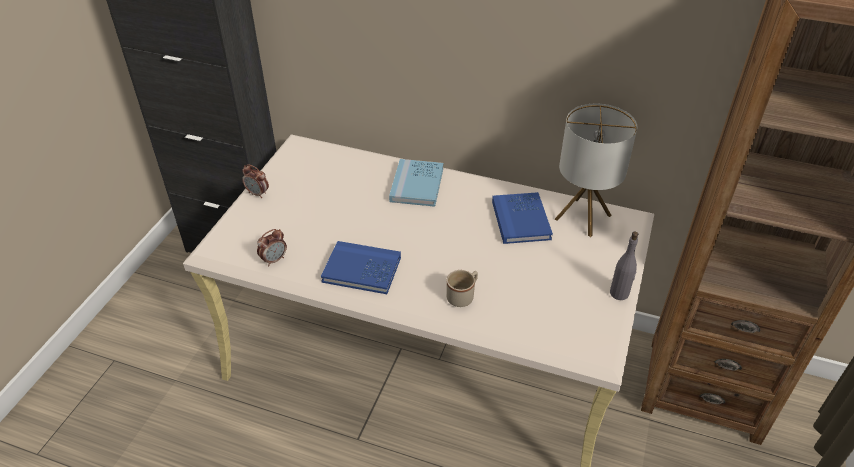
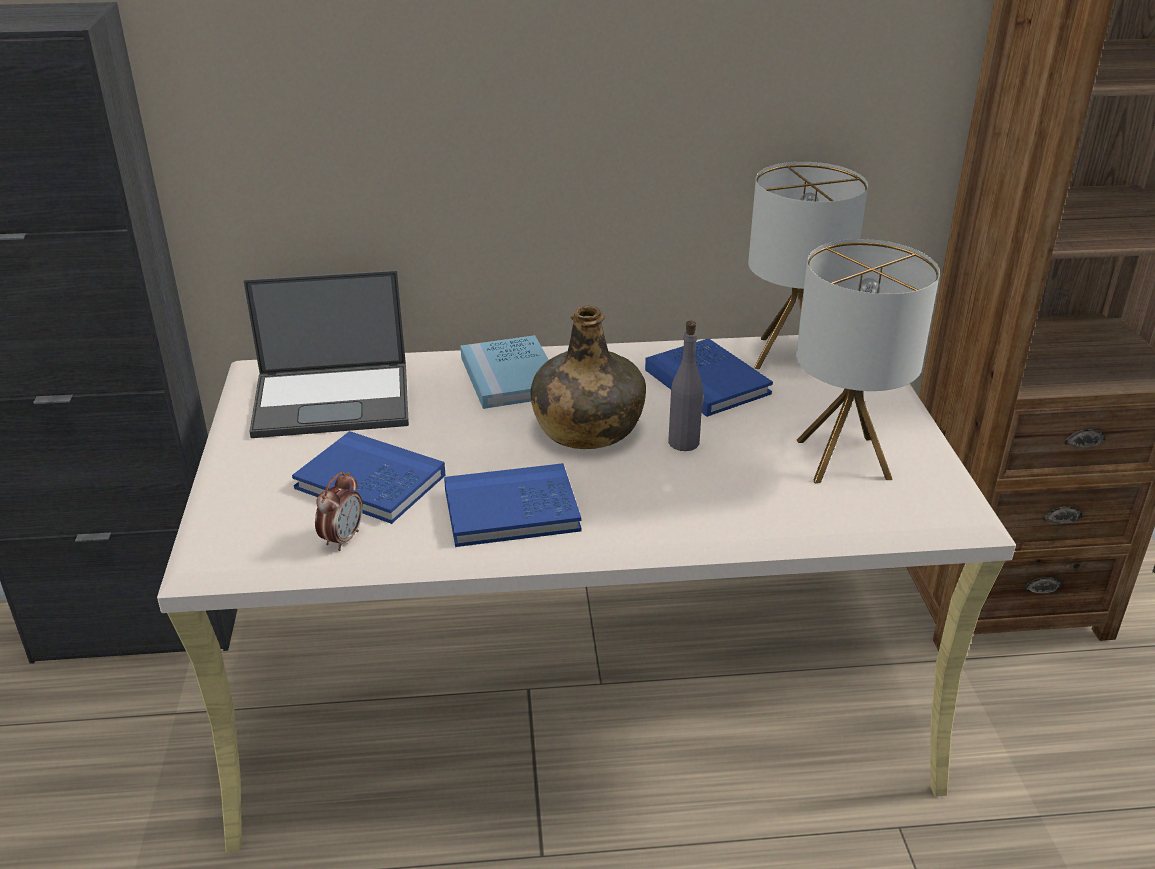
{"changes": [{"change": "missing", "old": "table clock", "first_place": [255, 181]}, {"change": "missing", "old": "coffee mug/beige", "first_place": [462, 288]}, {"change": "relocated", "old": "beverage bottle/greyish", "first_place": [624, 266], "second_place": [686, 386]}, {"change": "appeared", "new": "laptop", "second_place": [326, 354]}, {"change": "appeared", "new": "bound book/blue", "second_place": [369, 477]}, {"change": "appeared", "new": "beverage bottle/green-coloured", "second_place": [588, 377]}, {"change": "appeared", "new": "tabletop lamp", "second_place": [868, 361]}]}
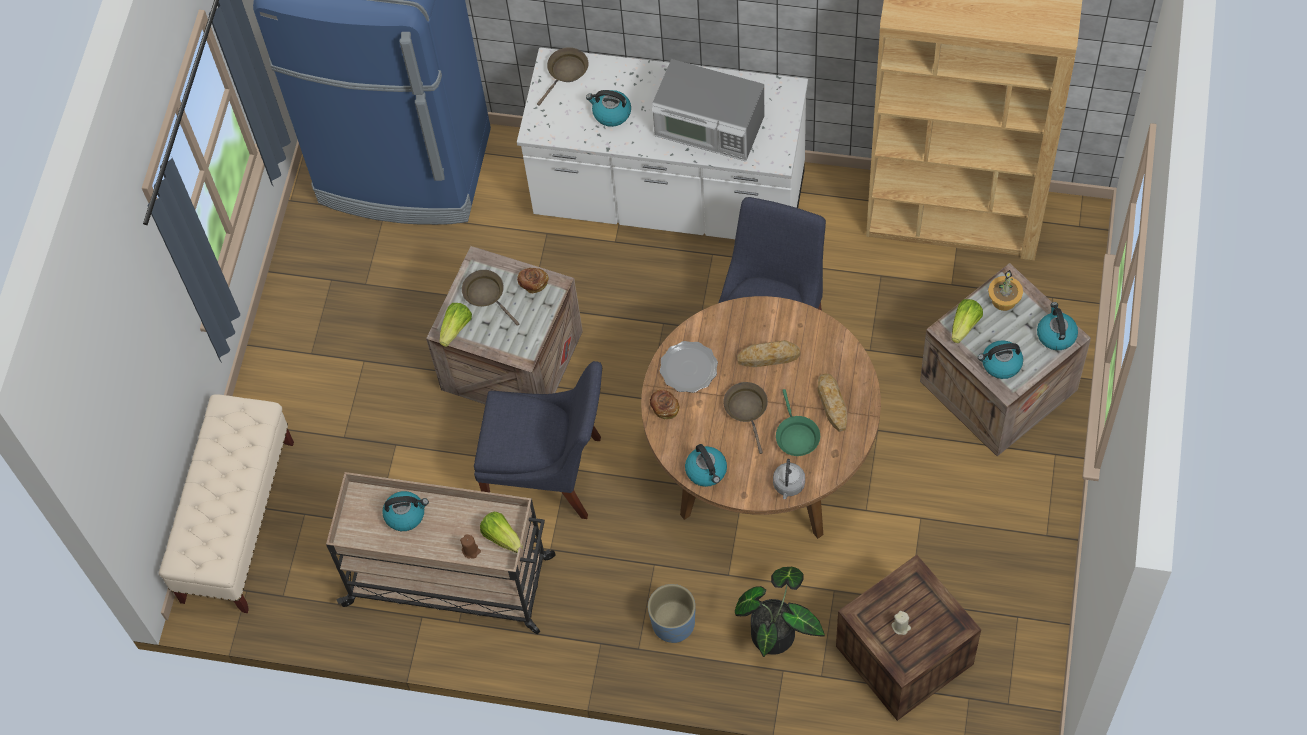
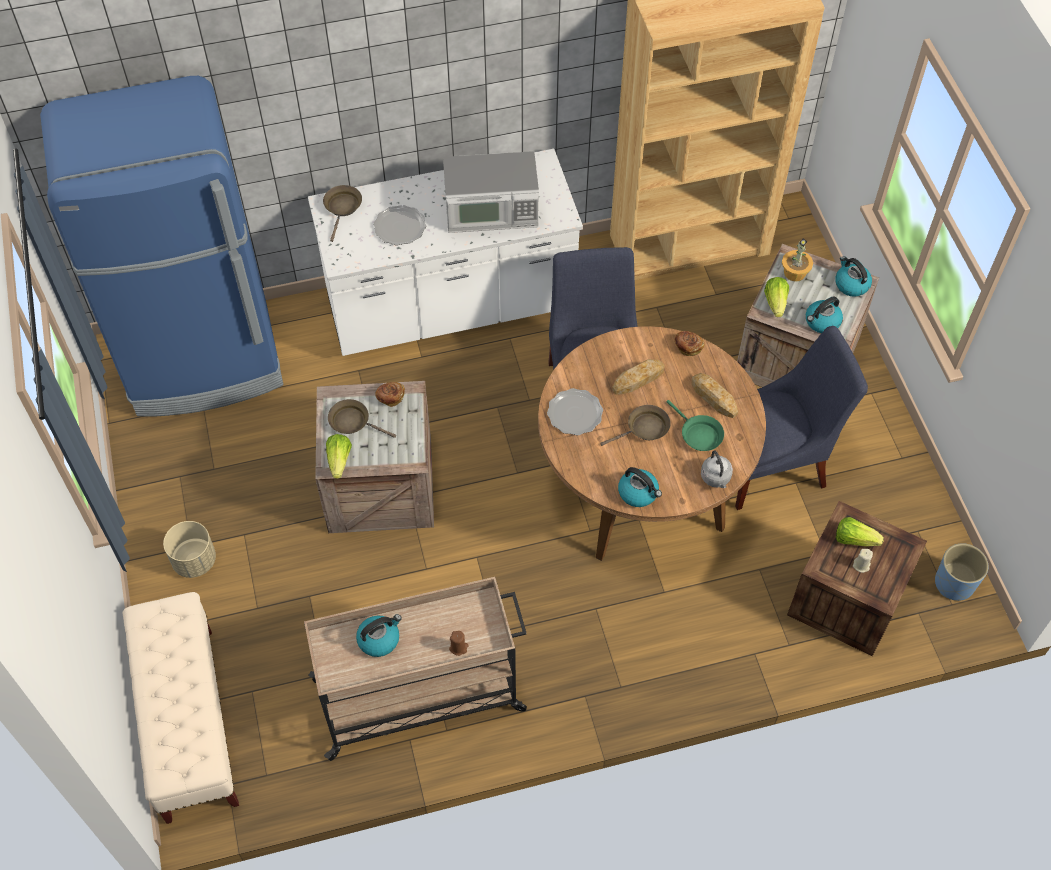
{"changes": [{"change": "relocated", "old": "plain chair/blue", "first_place": [538, 440], "second_place": [801, 418]}, {"change": "relocated", "old": "head of lettuce", "first_place": [501, 532], "second_place": [860, 531]}, {"change": "exchanged", "old": "tea kettle", "new": "flat dish", "first_place": [608, 108], "second_place": [399, 225]}, {"change": "relocated", "old": "flower pot/blue", "first_place": [671, 613], "second_place": [962, 572]}, {"change": "relocated", "old": "baked bread", "first_place": [665, 404], "second_place": [689, 343]}, {"change": "spun", "old": "skillet/brownish", "first_place": [745, 418], "second_place": [635, 425], "degrees": 105}, {"change": "missing", "old": "potted plant", "first_place": [780, 612]}, {"change": "appeared", "new": "flower pot/beige", "second_place": [189, 549]}]}
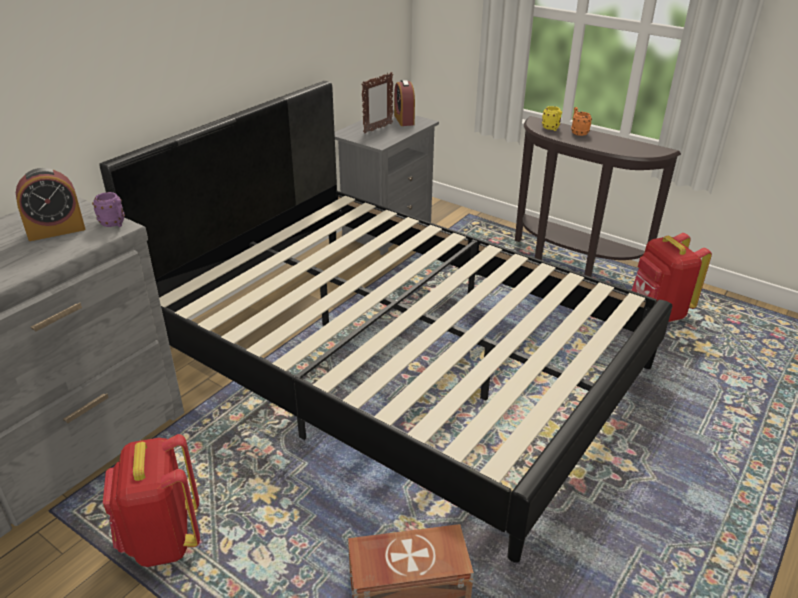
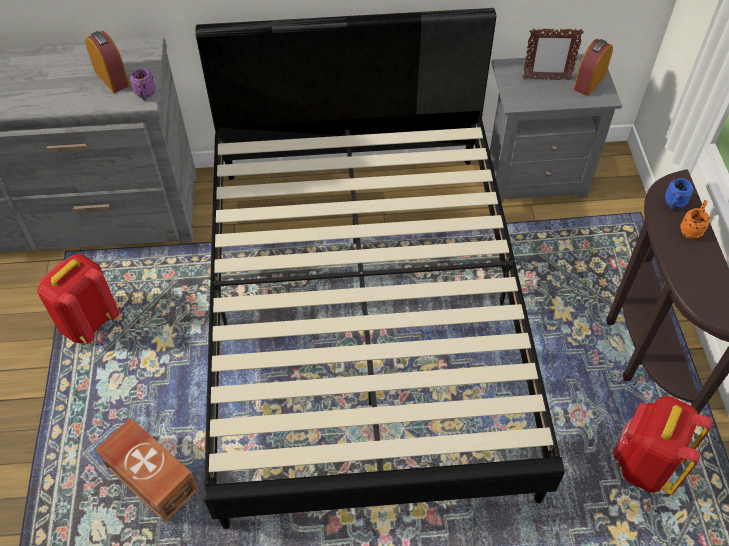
{"changes": [{"change": "spun", "old": "table clock", "first_place": [51, 204], "second_place": [107, 62], "degrees": -150}, {"change": "colour", "old": "coffee mug/yellow-coloured", "new": "coffee mug/blue", "first_place": [552, 118], "second_place": [679, 194]}]}
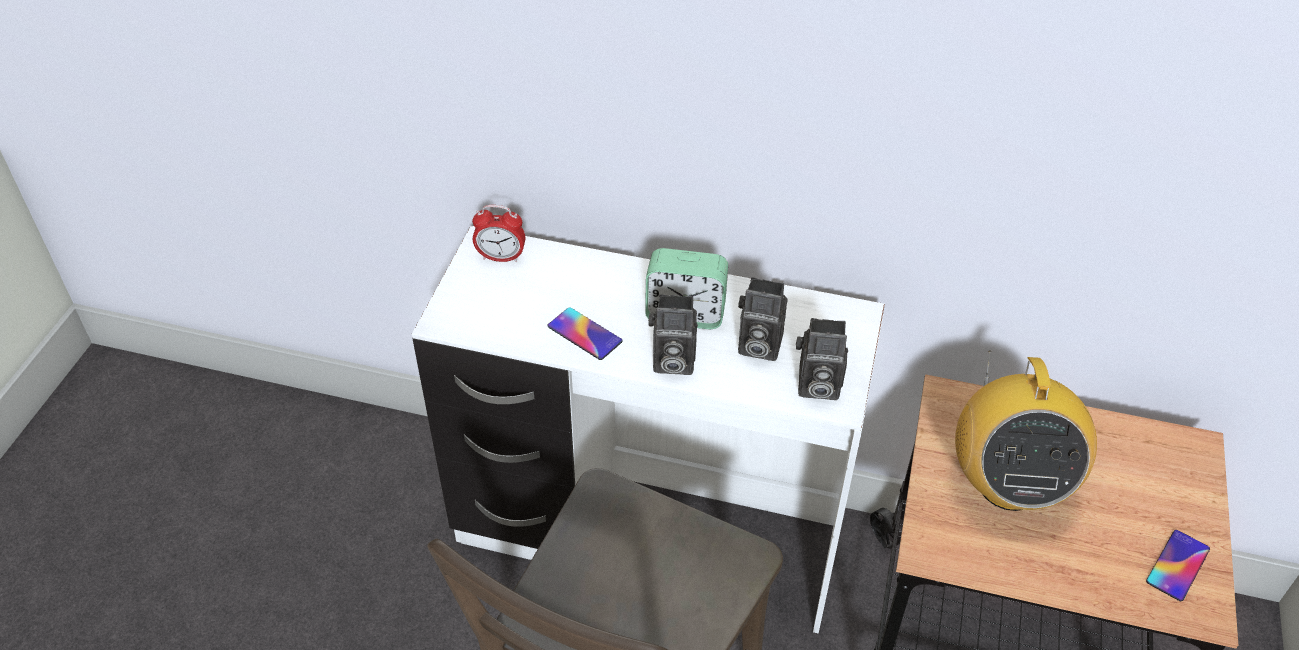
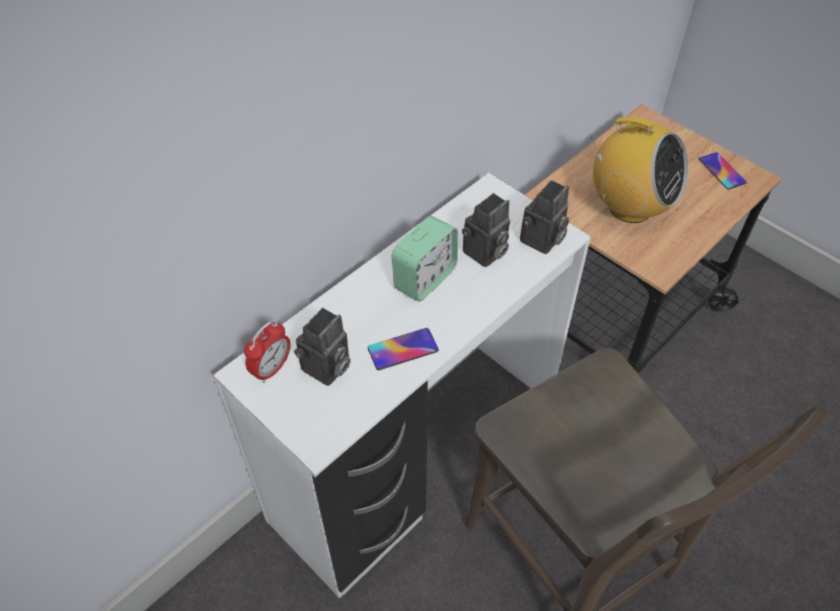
{"changes": [{"change": "relocated", "old": "photo camera", "first_place": [673, 334], "second_place": [322, 347]}]}
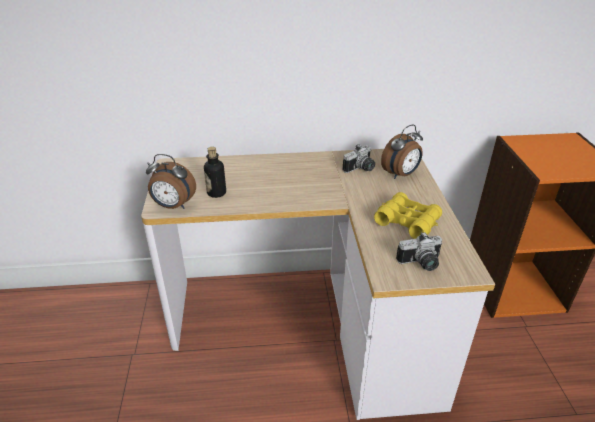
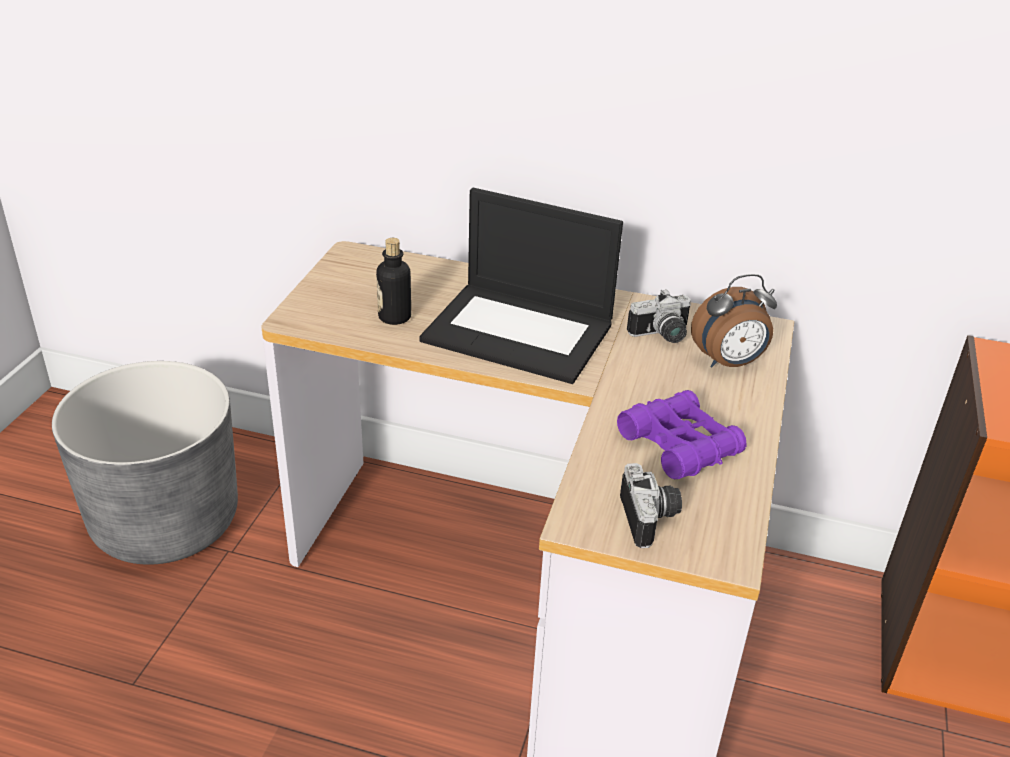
{"changes": [{"change": "missing", "old": "table clock", "first_place": [171, 181]}, {"change": "colour", "old": "field glasses/yellow-coloured", "new": "field glasses/purple-coloured", "first_place": [408, 215], "second_place": [681, 434]}, {"change": "spun", "old": "photo camera", "first_place": [419, 251], "second_place": [651, 505], "degrees": -105}, {"change": "appeared", "new": "flower pot/greyish", "second_place": [145, 463]}, {"change": "appeared", "new": "laptop", "second_place": [521, 286]}]}
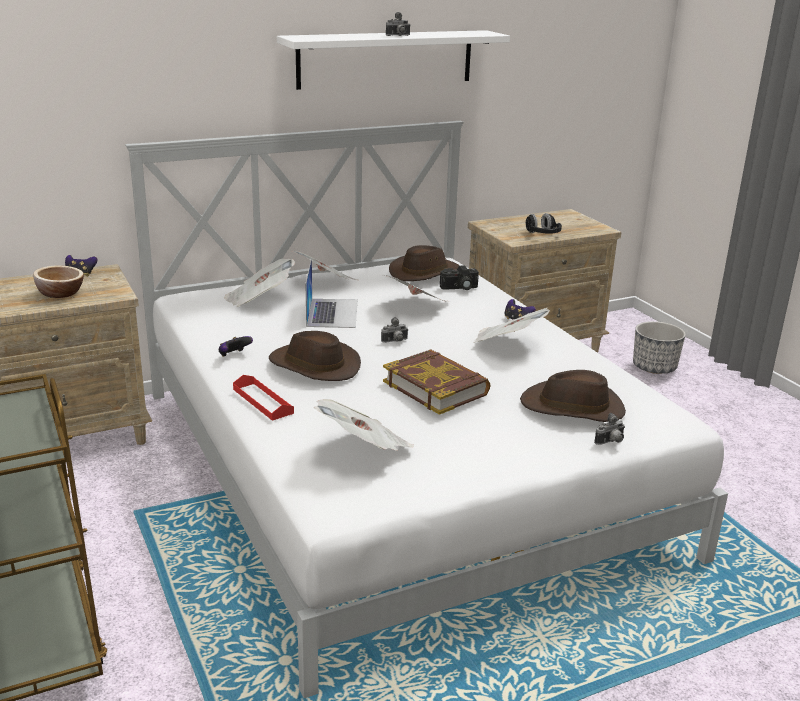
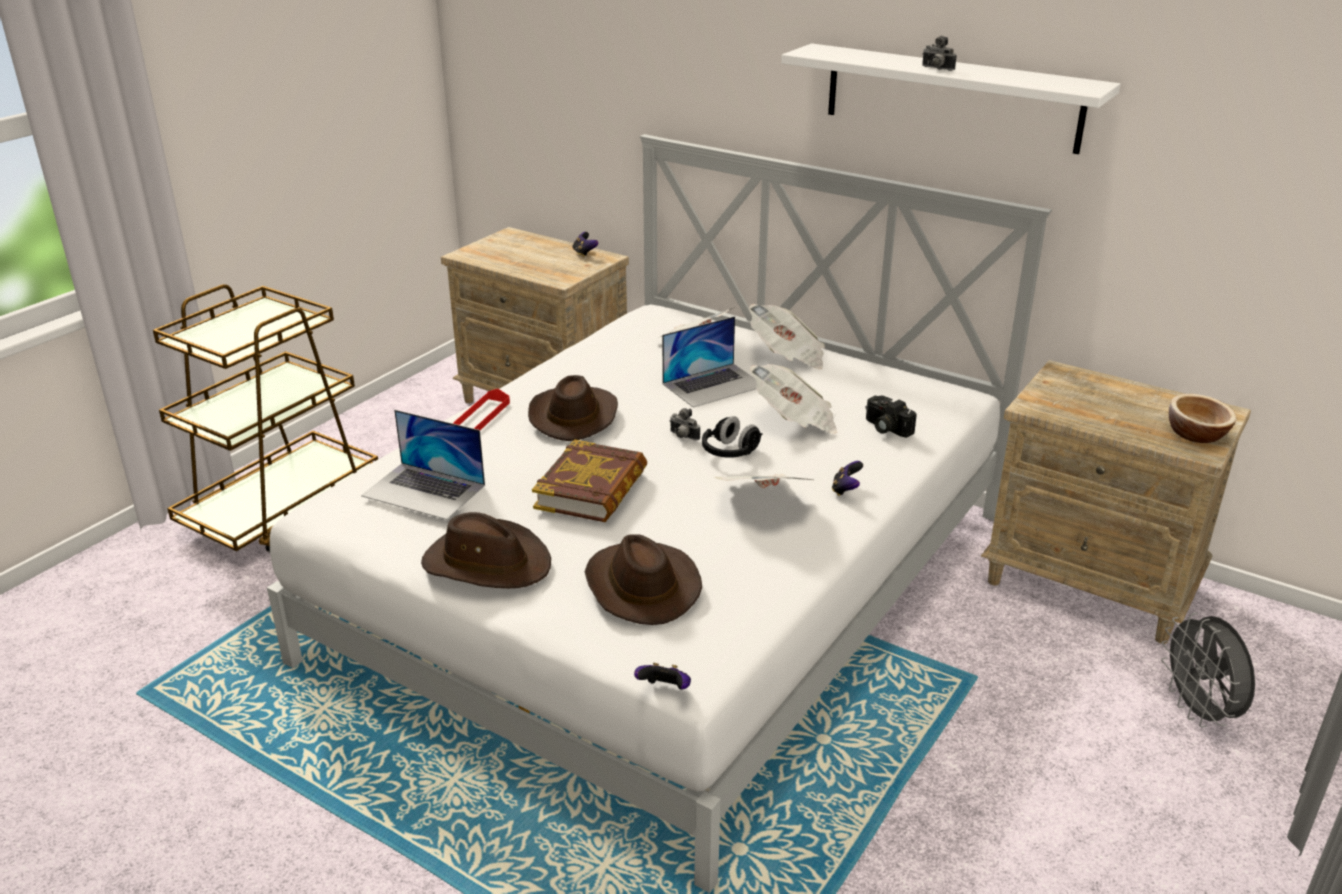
{"changes": [{"change": "relocated", "old": "bowl", "first_place": [58, 282], "second_place": [1202, 418]}, {"change": "relocated", "old": "game controller", "first_place": [236, 346], "second_place": [662, 676]}, {"change": "exchanged", "old": "printed paper", "new": "laptop", "first_place": [364, 424], "second_place": [423, 465]}, {"change": "relocated", "old": "clothing hat/brownish", "first_place": [424, 263], "second_place": [486, 550]}, {"change": "relocated", "old": "headset/blackish", "first_place": [544, 223], "second_place": [732, 437]}, {"change": "missing", "old": "photo camera", "first_place": [609, 429]}, {"change": "exchanged", "old": "flower pot", "new": "electric fan/greyish", "first_place": [659, 347], "second_place": [1208, 670]}]}
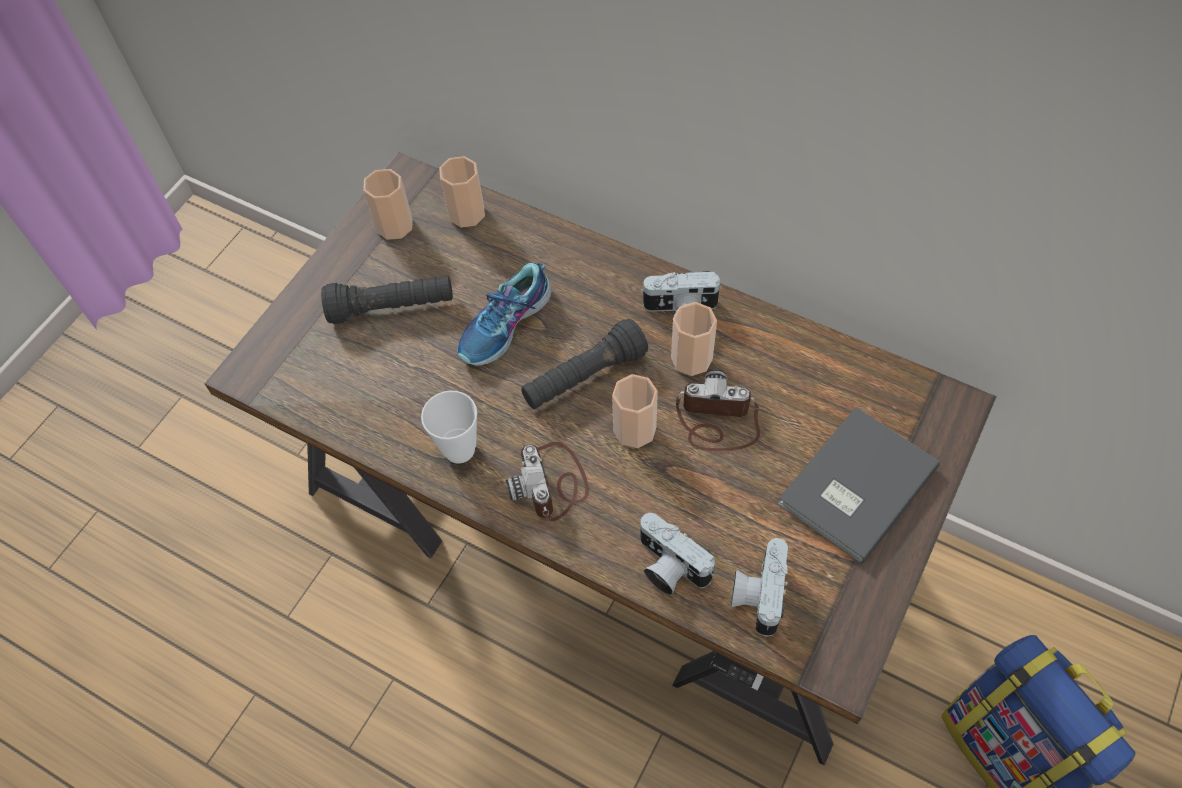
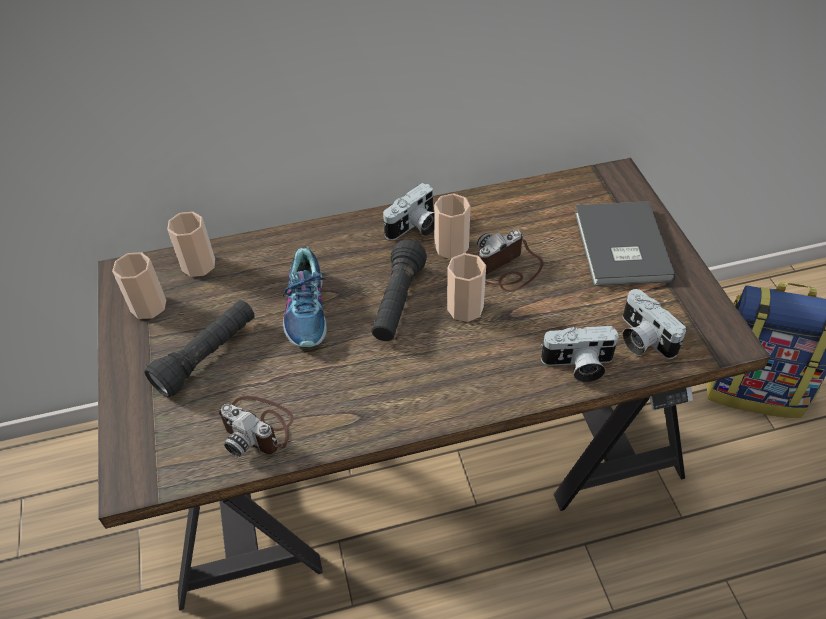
{"changes": [{"change": "missing", "old": "drinking cup", "first_place": [449, 427]}, {"change": "relocated", "old": "photo camera", "first_place": [547, 481], "second_place": [256, 426]}]}
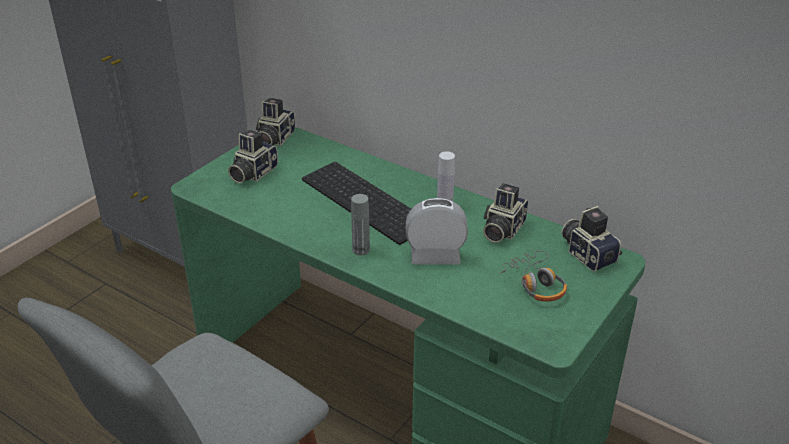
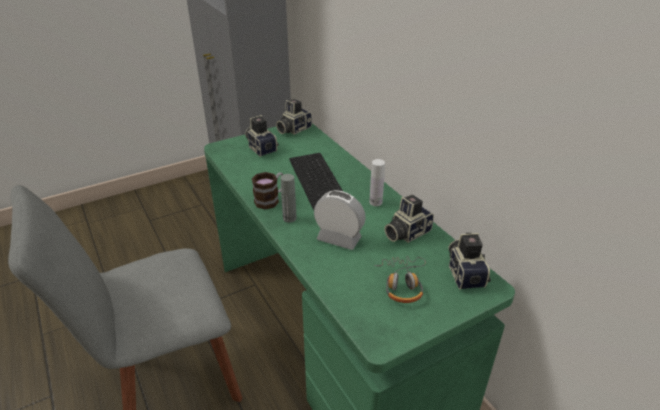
{"changes": [{"change": "spun", "old": "photo camera", "first_place": [253, 156], "second_place": [262, 136], "degrees": 90}, {"change": "appeared", "new": "coffee mug", "second_place": [267, 191]}]}
